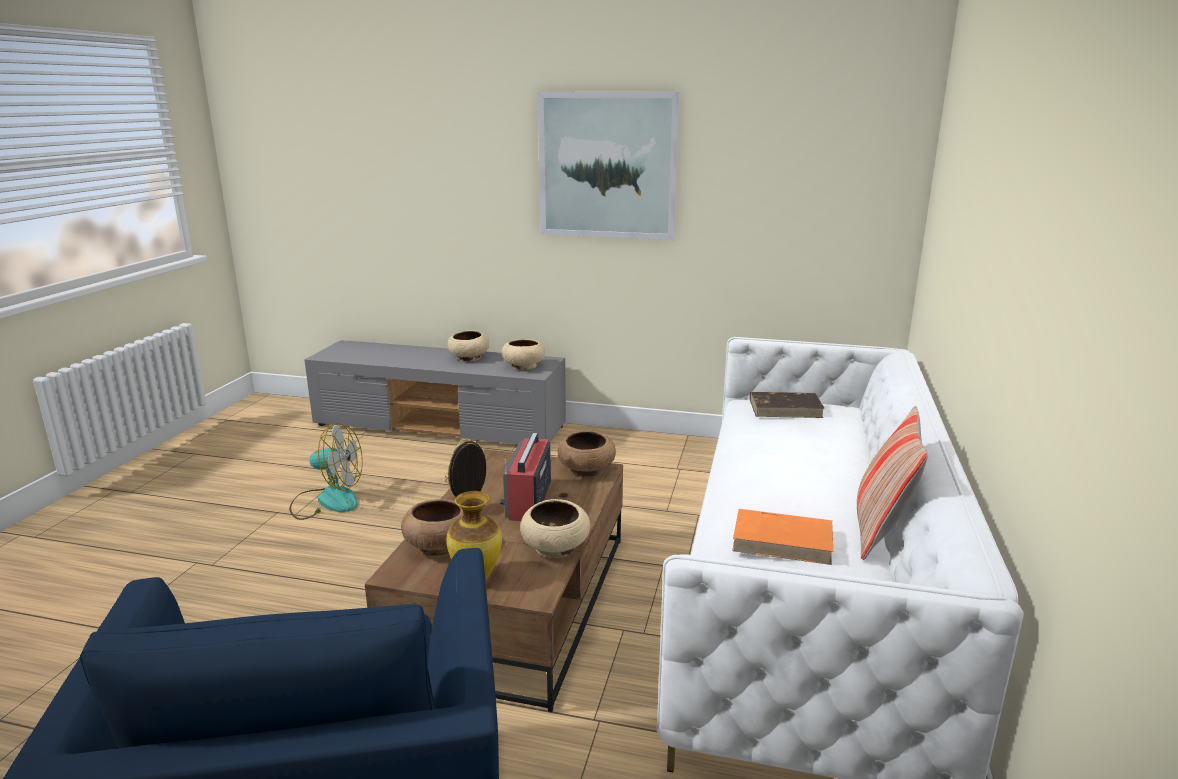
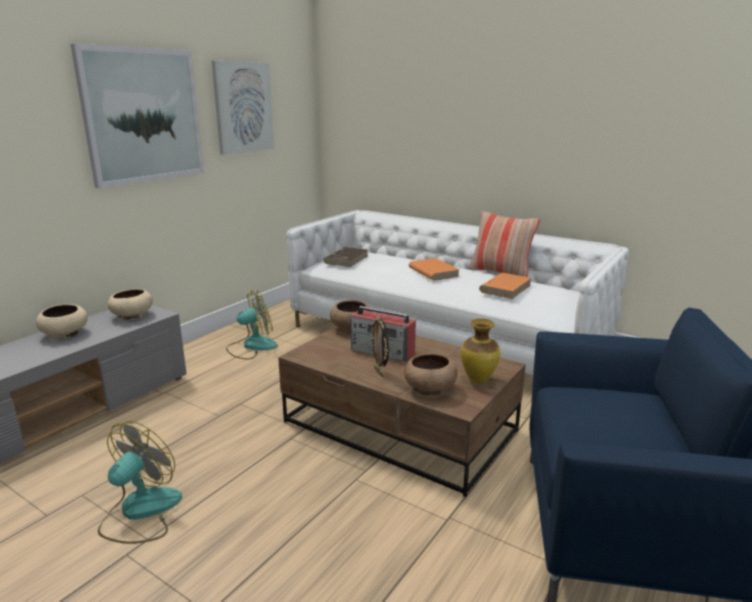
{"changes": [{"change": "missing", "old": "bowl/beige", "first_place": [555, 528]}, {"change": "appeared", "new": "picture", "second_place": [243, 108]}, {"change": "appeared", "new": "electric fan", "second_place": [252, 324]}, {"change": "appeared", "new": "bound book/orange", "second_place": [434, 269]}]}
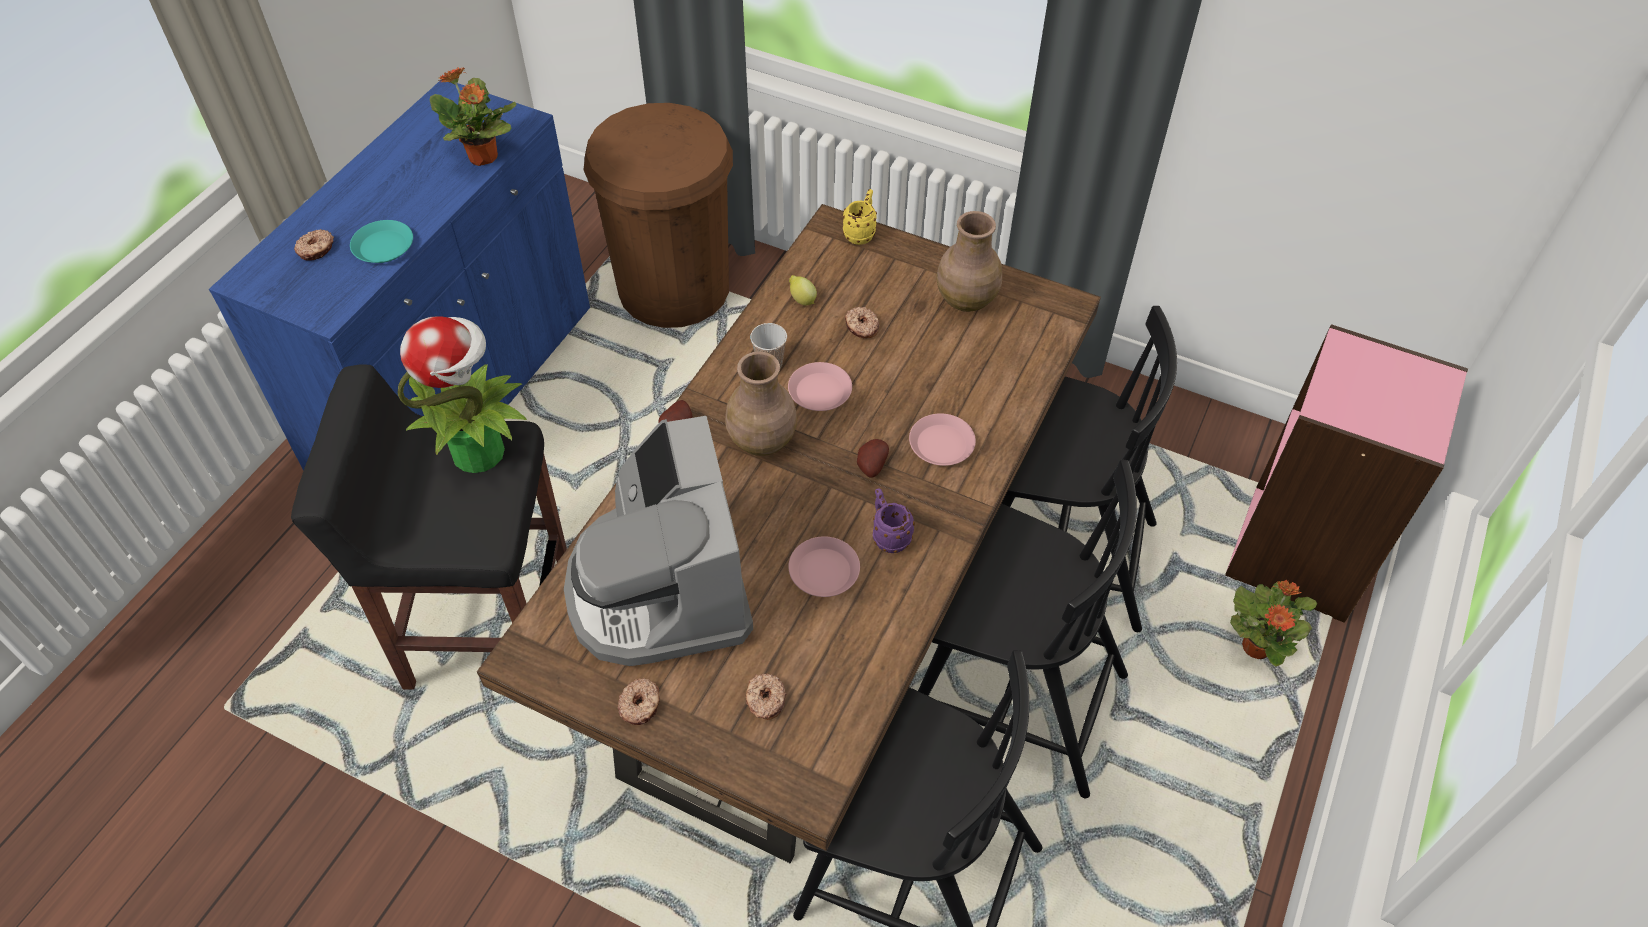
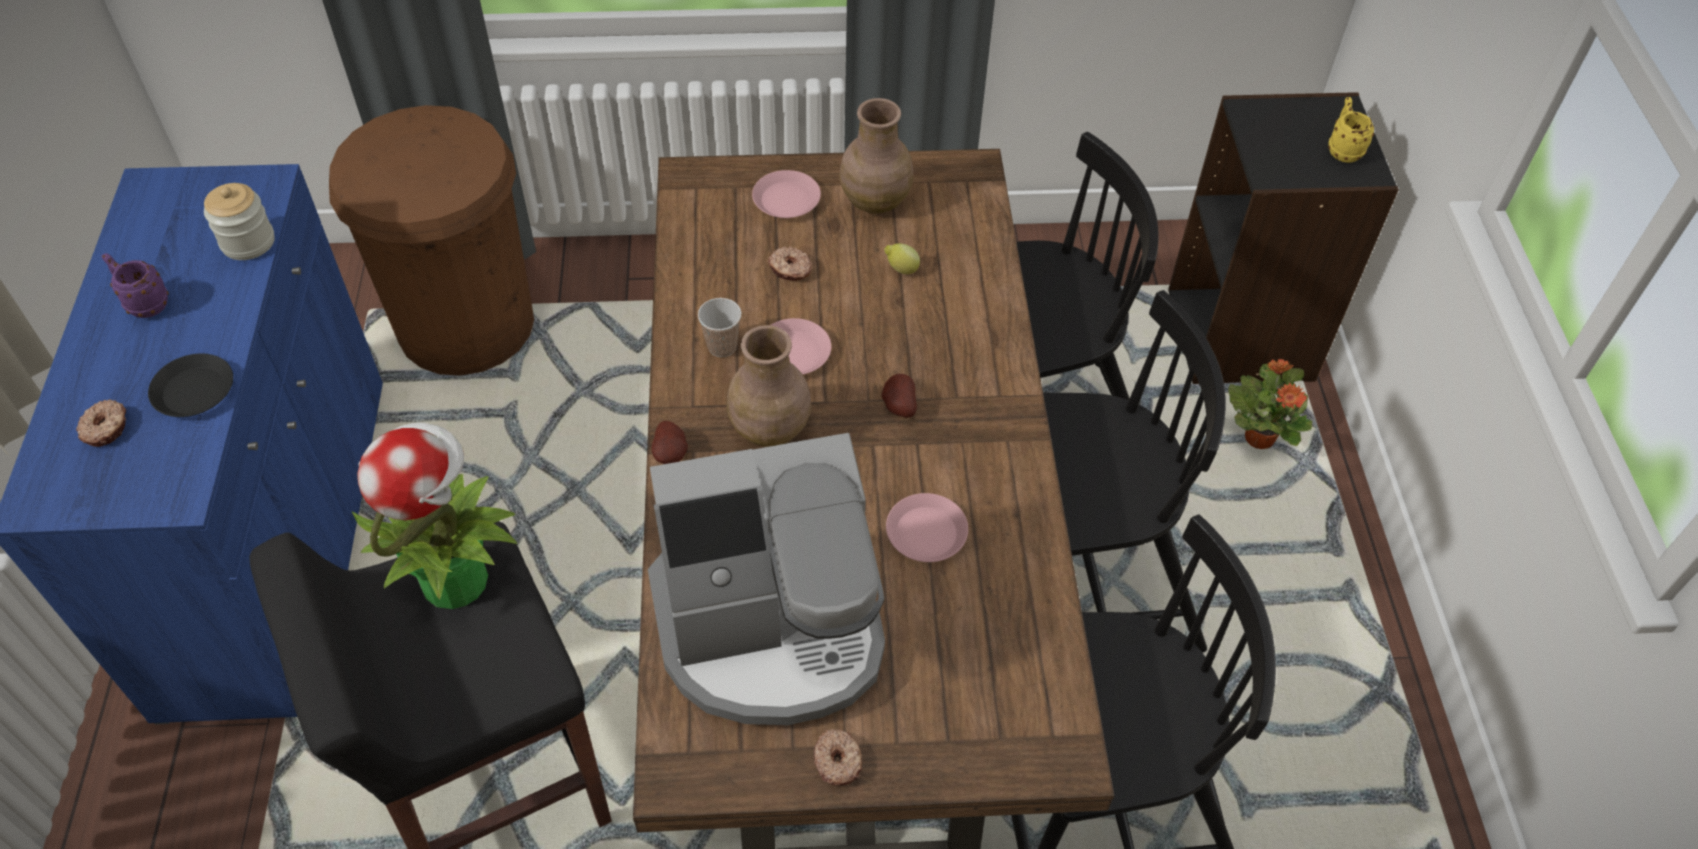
{"changes": [{"change": "colour", "old": "flat dish/turquoise", "new": "flat dish/blackish", "first_place": [381, 241], "second_place": [190, 385]}, {"change": "exchanged", "old": "potted plant", "new": "storage jar", "first_place": [473, 117], "second_place": [239, 221]}, {"change": "spun", "old": "coffee brewer", "first_place": [658, 541], "second_place": [766, 579], "degrees": -60}, {"change": "missing", "old": "donut", "first_place": [766, 697]}, {"change": "relocated", "old": "lemon", "first_place": [803, 290], "second_place": [902, 258]}, {"change": "relocated", "old": "coffee mug/yellow-coloured", "first_place": [860, 217], "second_place": [1351, 130]}, {"change": "relocated", "old": "coffee mug/purple-coloured", "first_place": [893, 520], "second_place": [135, 285]}, {"change": "relocated", "old": "flat dish/pink-coloured", "first_place": [942, 439], "second_place": [786, 194]}, {"change": "colour", "old": "bookshelf/pink-coloured", "new": "bookshelf/blackish", "first_place": [1346, 473], "second_place": [1283, 238]}]}
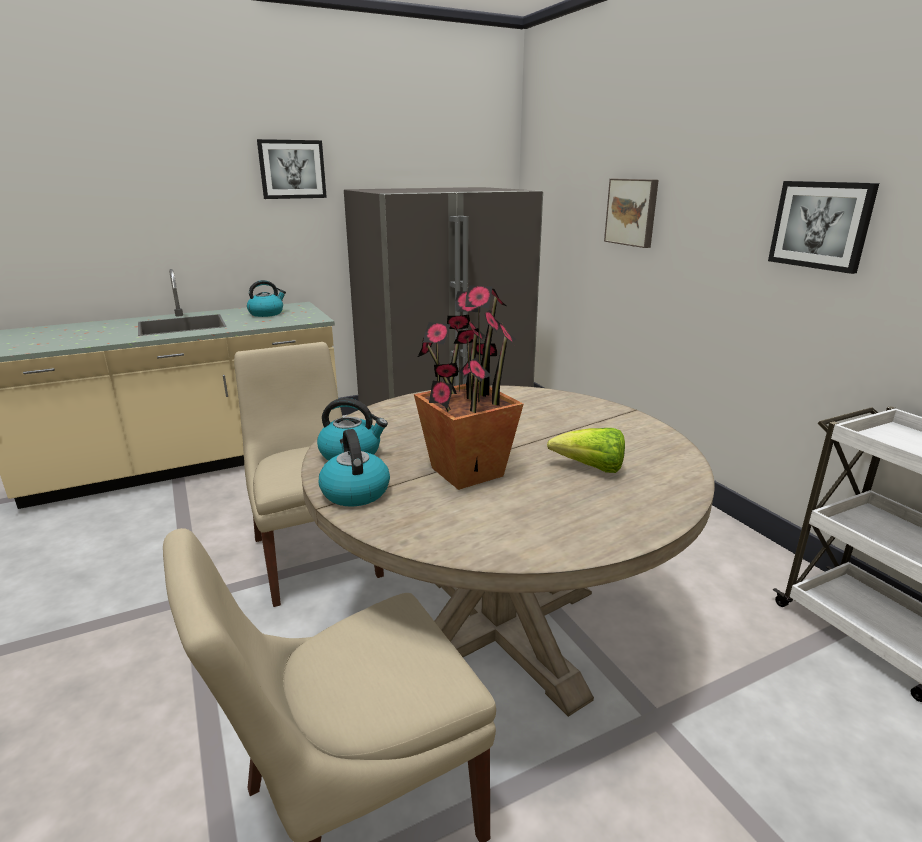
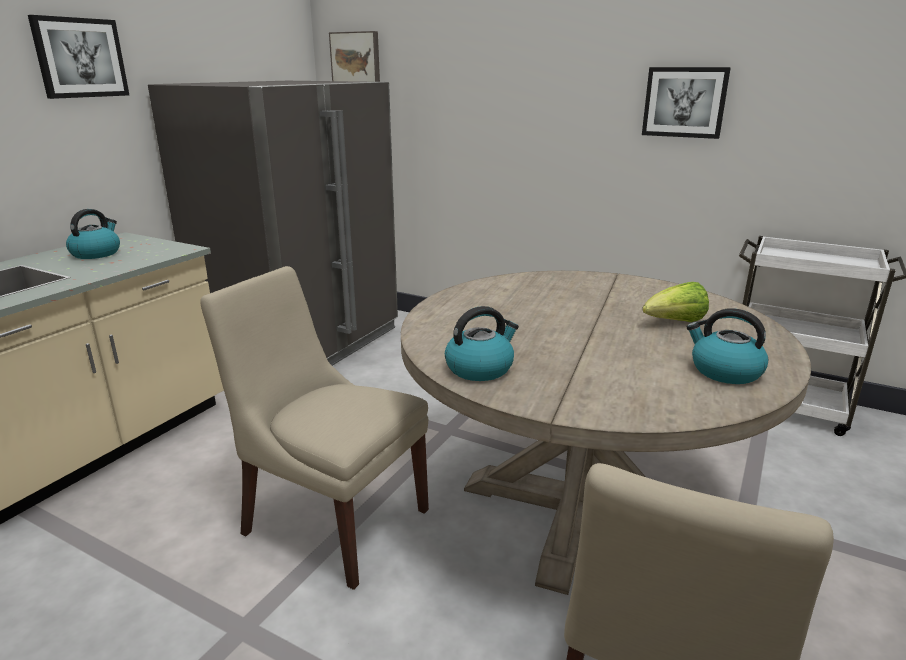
{"changes": [{"change": "relocated", "old": "tea kettle", "first_place": [354, 467], "second_place": [727, 346]}, {"change": "missing", "old": "potted plant", "first_place": [469, 387]}, {"change": "relocated", "old": "picture", "first_place": [631, 213], "second_place": [354, 56]}]}
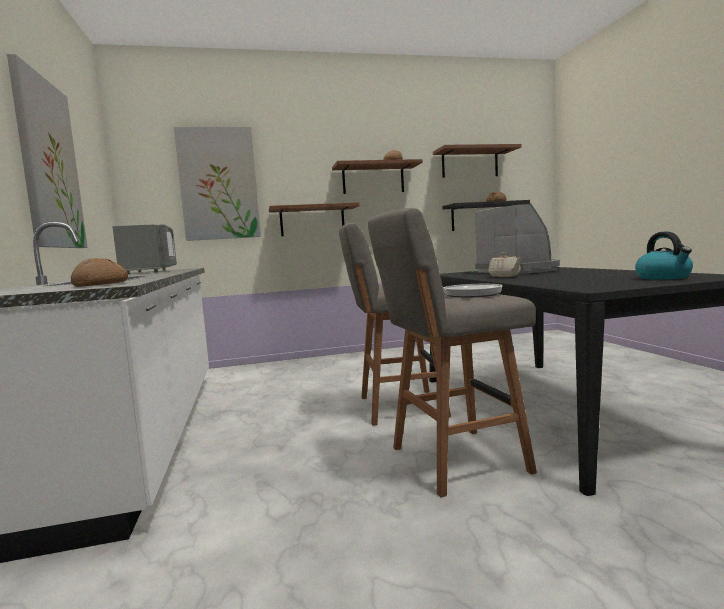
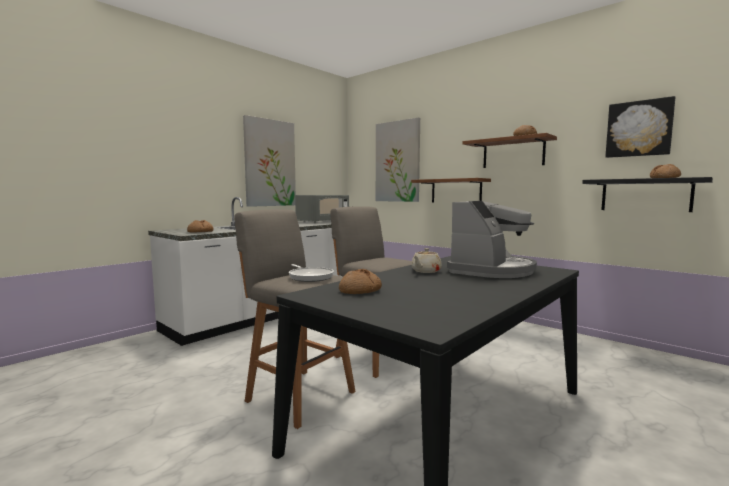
{"changes": [{"change": "exchanged", "old": "bracket shelf/brownish", "new": "picture", "first_place": [477, 161], "second_place": [640, 127]}, {"change": "missing", "old": "tea kettle", "first_place": [664, 255]}, {"change": "appeared", "new": "baked bread", "second_place": [360, 281]}]}
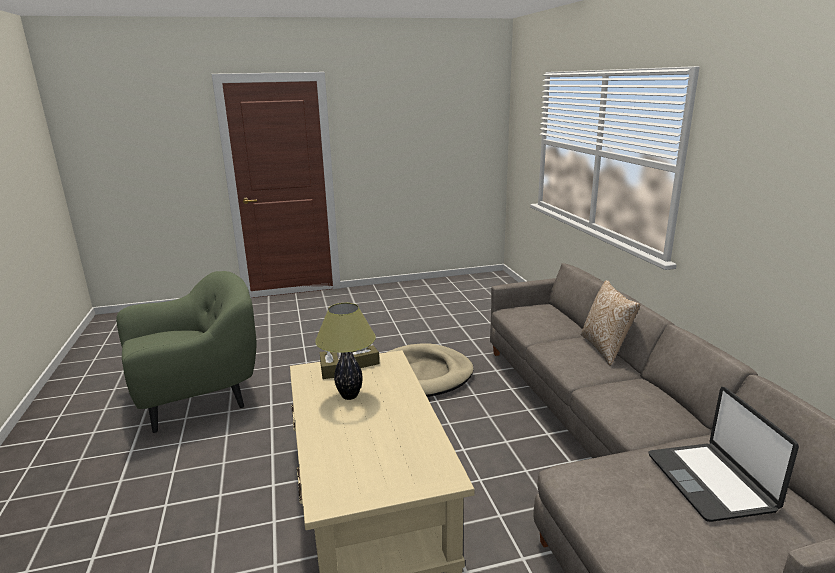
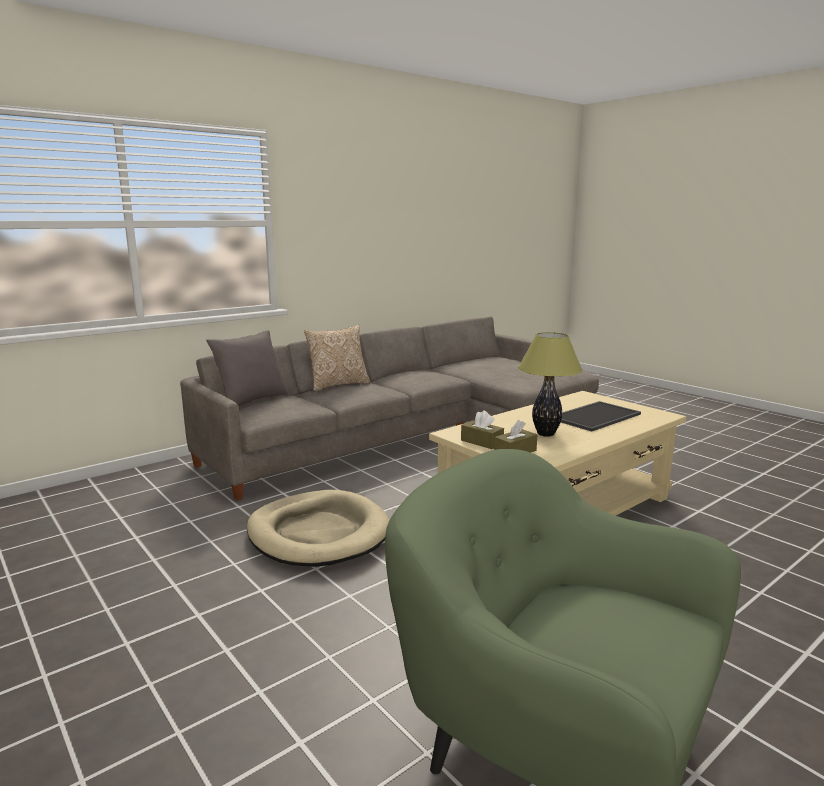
{"changes": [{"change": "missing", "old": "laptop", "first_place": [723, 454]}, {"change": "appeared", "new": "throw pillow/greyish", "second_place": [247, 368]}, {"change": "appeared", "new": "tray", "second_place": [601, 416]}]}
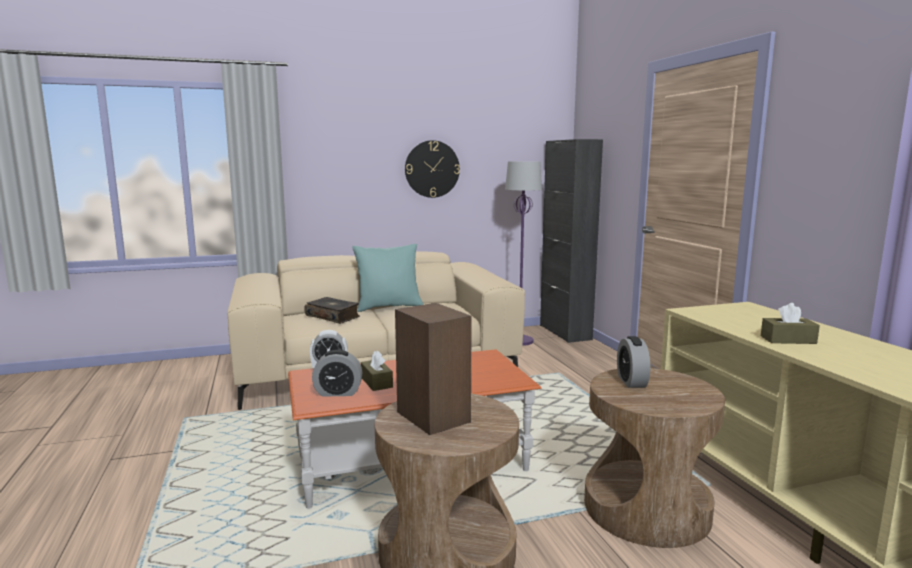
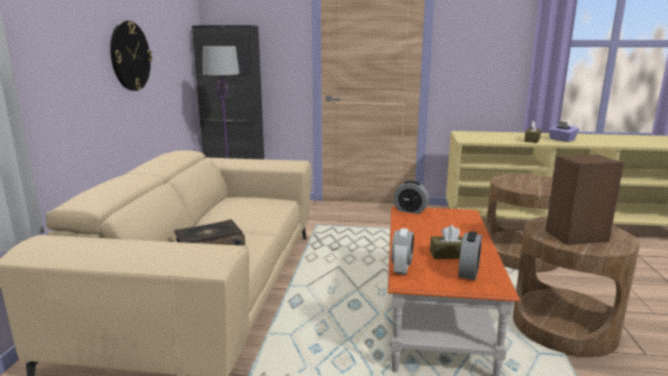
{"changes": [{"change": "missing", "old": "throw pillow/turquoise", "first_place": [387, 278]}, {"change": "relocated", "old": "table clock", "first_place": [633, 362], "second_place": [411, 197]}, {"change": "appeared", "new": "tissue holder/purple-coloured", "second_place": [563, 131]}]}
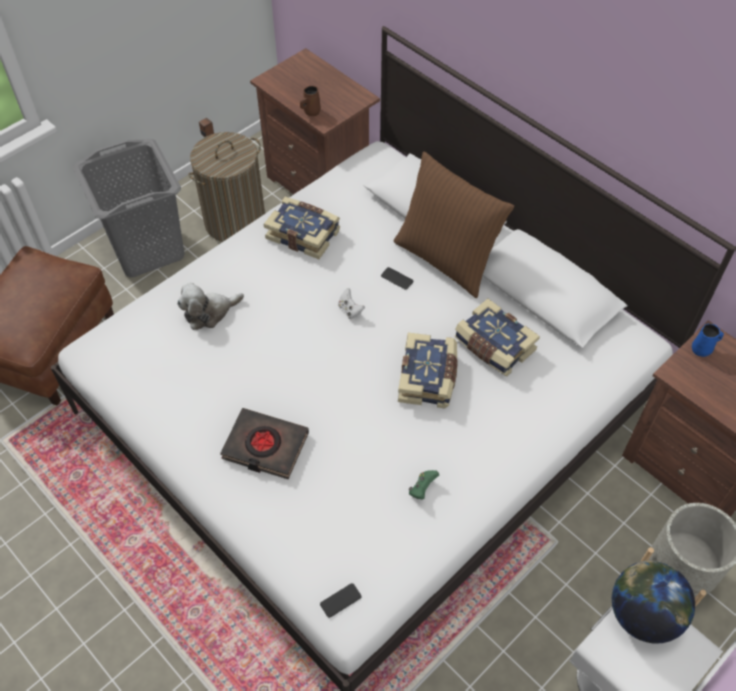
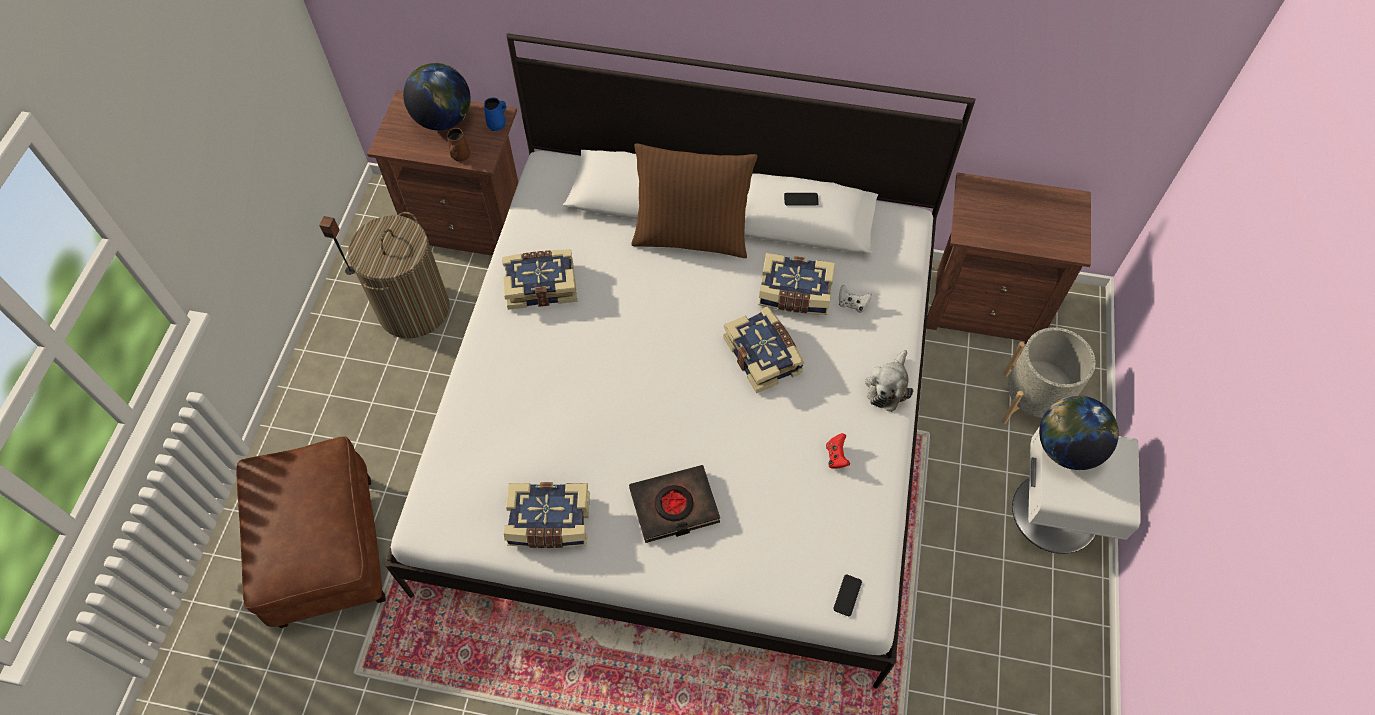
{"changes": [{"change": "missing", "old": "washing basket/greyish", "first_place": [129, 208]}, {"change": "relocated", "old": "cuddly toy", "first_place": [210, 306], "second_place": [889, 381]}, {"change": "relocated", "old": "game controller/white-coloured", "first_place": [351, 303], "second_place": [855, 299]}, {"change": "relocated", "old": "handset", "first_place": [397, 278], "second_place": [801, 199]}, {"change": "colour", "old": "game controller/green-coloured", "new": "game controller/red-coloured", "first_place": [424, 485], "second_place": [838, 451]}, {"change": "relocated", "old": "coffee mug/blue", "first_place": [708, 340], "second_place": [495, 114]}, {"change": "appeared", "new": "desk globe", "second_place": [437, 97]}, {"change": "appeared", "new": "bound book", "second_place": [547, 515]}]}
